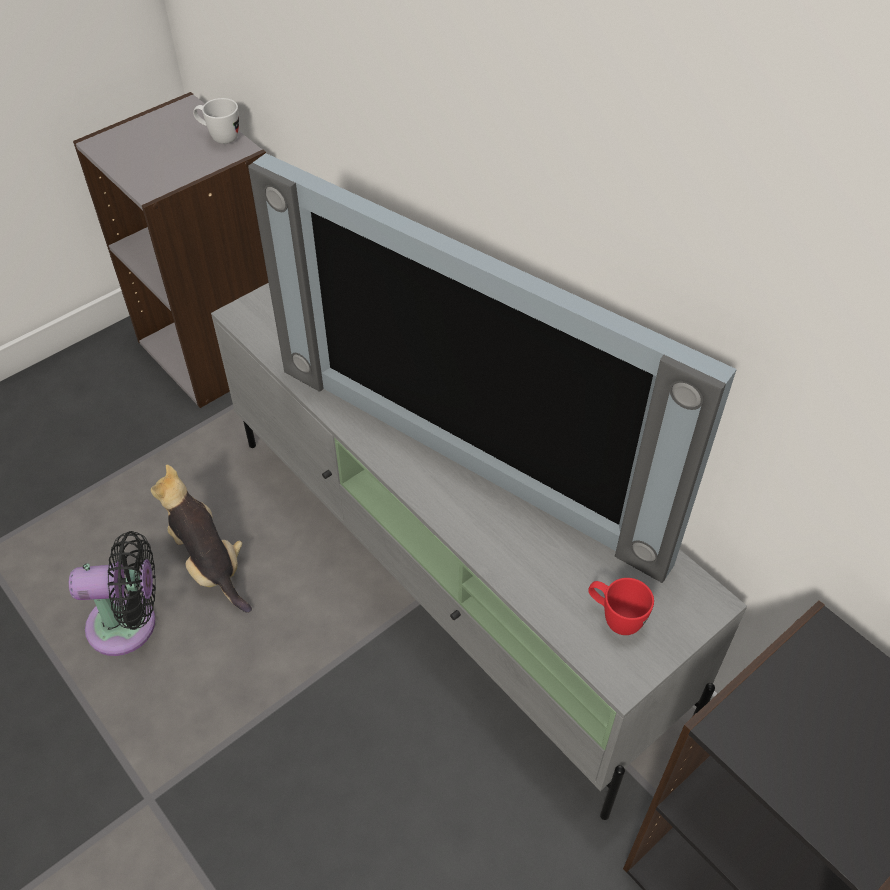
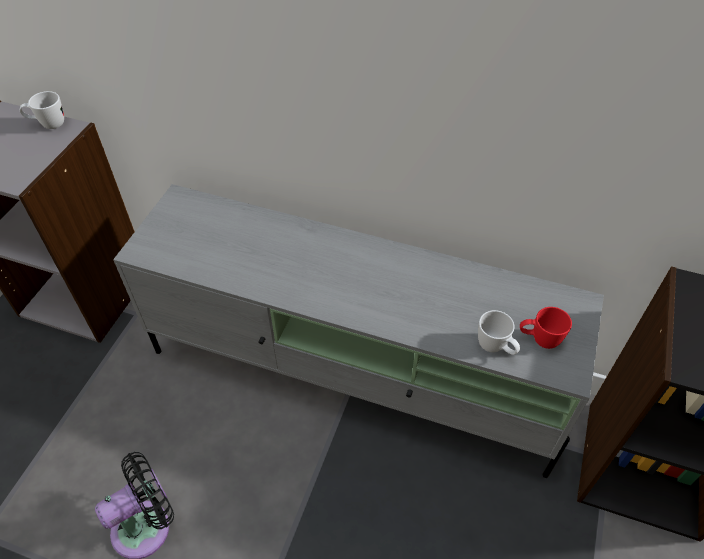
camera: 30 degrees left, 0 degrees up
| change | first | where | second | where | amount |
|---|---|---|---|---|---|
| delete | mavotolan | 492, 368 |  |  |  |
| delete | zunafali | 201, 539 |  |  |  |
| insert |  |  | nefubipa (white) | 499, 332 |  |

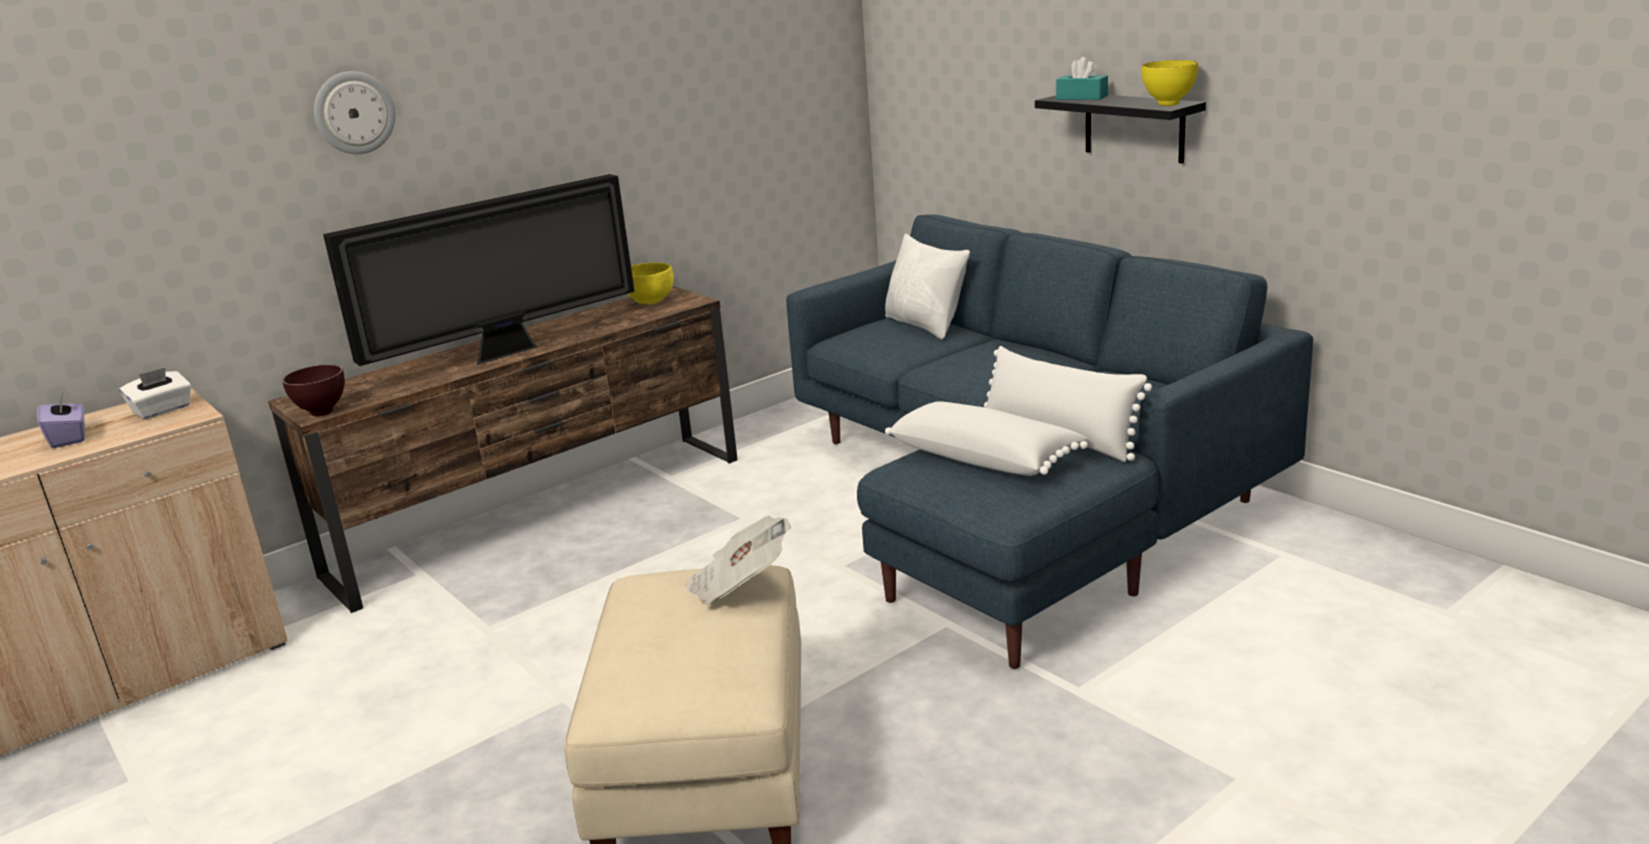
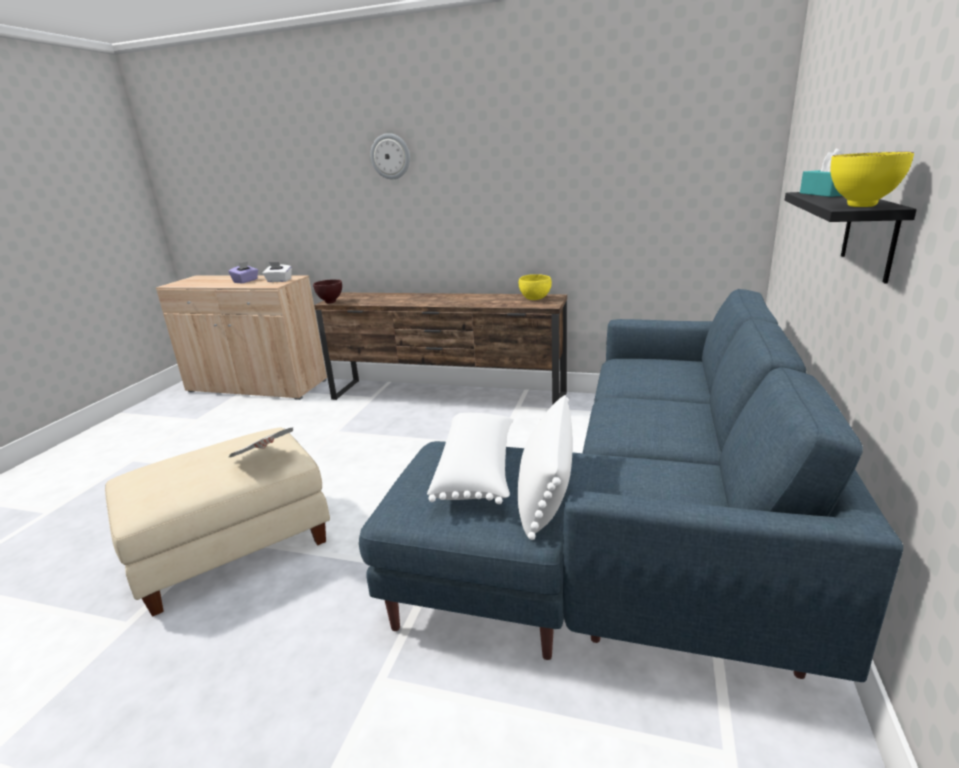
camera: 55 degrees right, 0 degrees up
| change | first | where | second | where | amount |
|---|---|---|---|---|---|
| delete | mavotolan | 479, 270 |  |  |  |
| delete | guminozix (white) | 927, 287 |  |  |  |

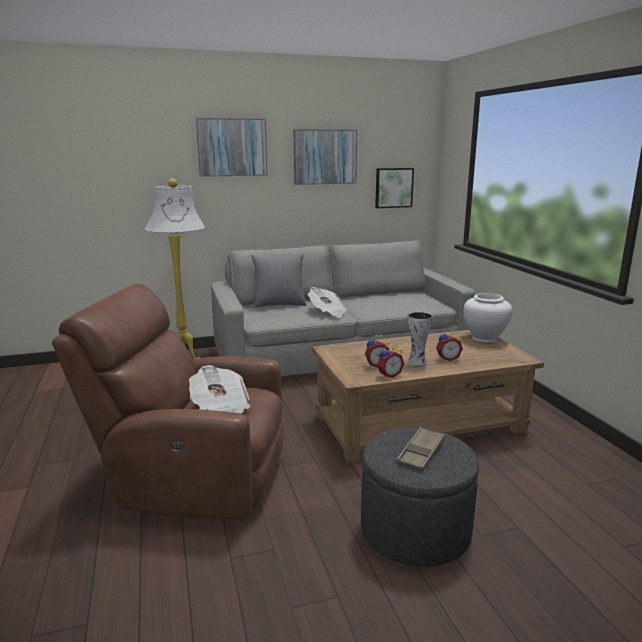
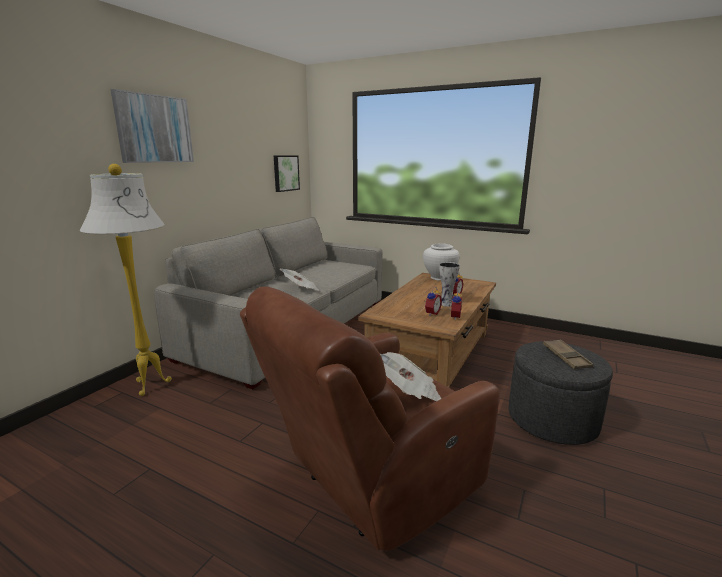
camera: 45 degrees left, 0 degrees up
| change | first | where | second | where | amount |
|---|---|---|---|---|---|
| delete | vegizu | 325, 157 |  |  |  |
| delete | guminozix (grey) | 278, 281 |  |  |  |

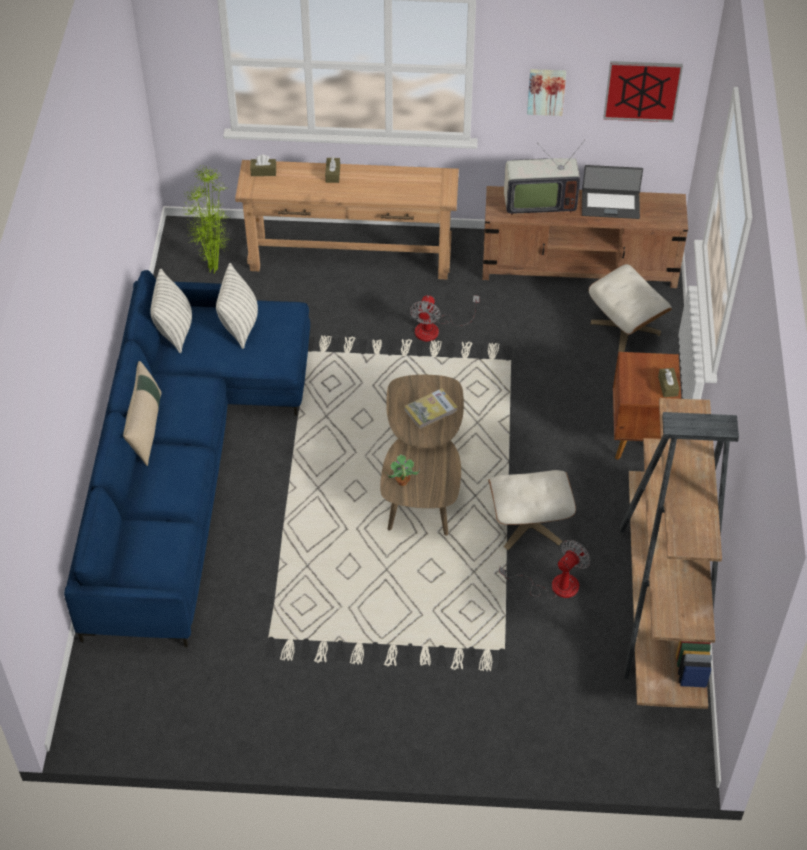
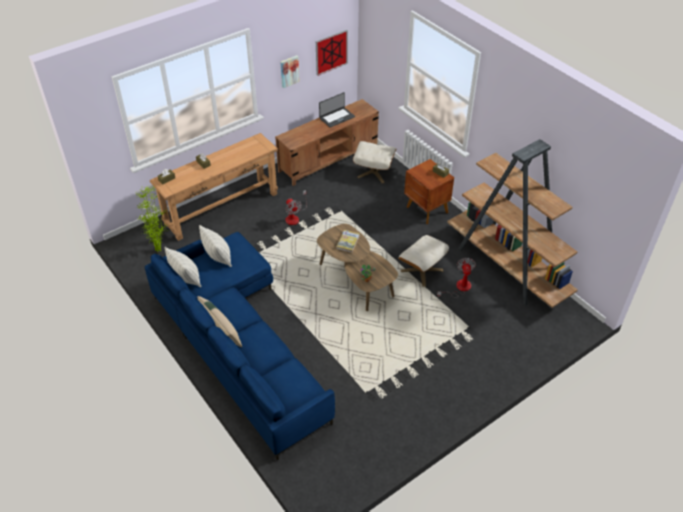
camera: 40 degrees left, 5 degrees down
| change | first | where | second | where | amount |
|---|---|---|---|---|---|
| delete | mavotolan | 544, 177 |  |  |  |

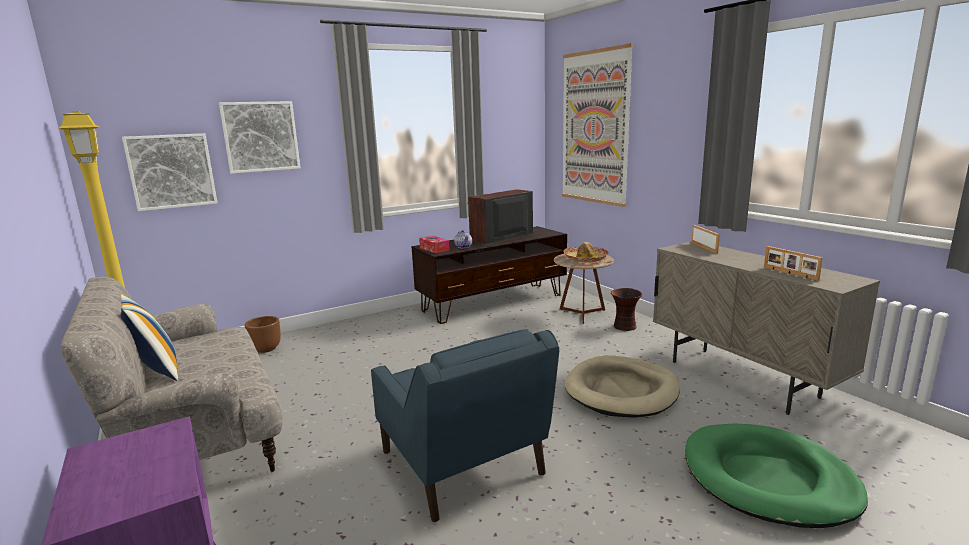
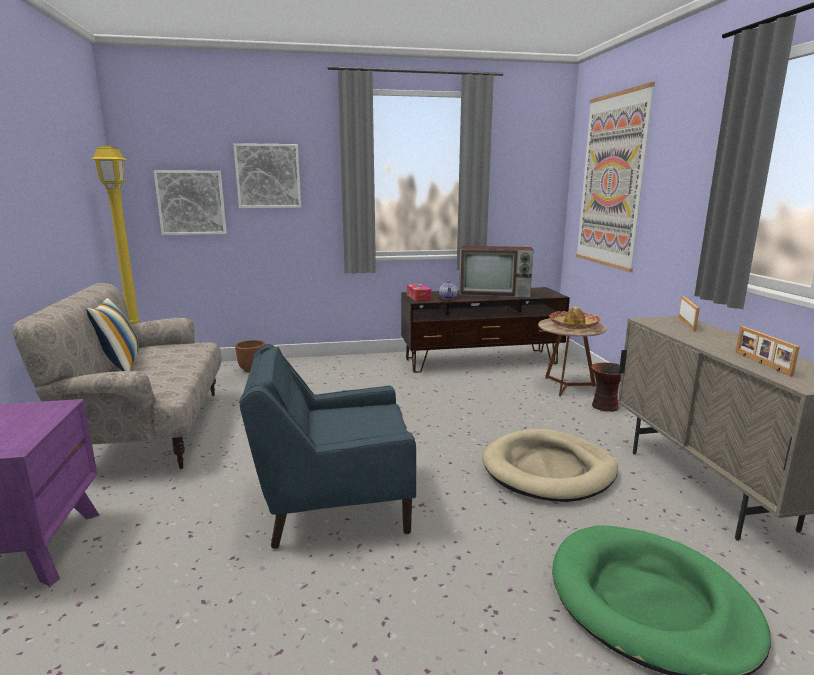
camera: 20 degrees right, 0 degrees up
| change | first | where | second | where | amount |
|---|---|---|---|---|---|
| rotate | mavotolan | 500, 217 |  | 496, 272 | 150 degrees counterclockwise |
| rotate | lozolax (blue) | 465, 425 |  | 327, 446 | 90 degrees clockwise |

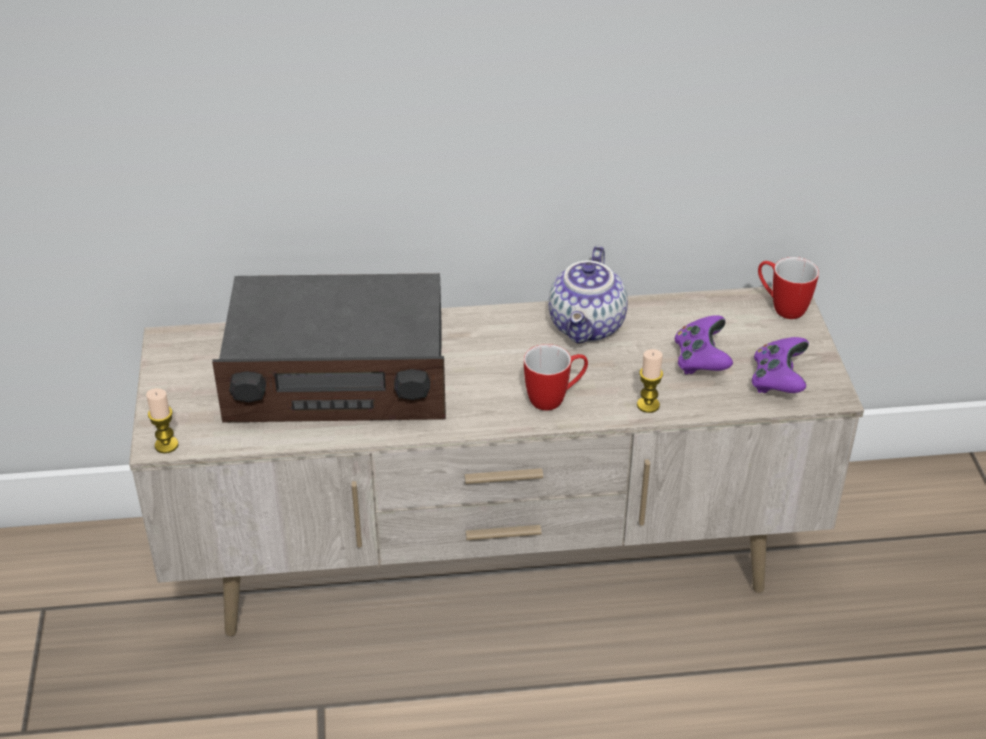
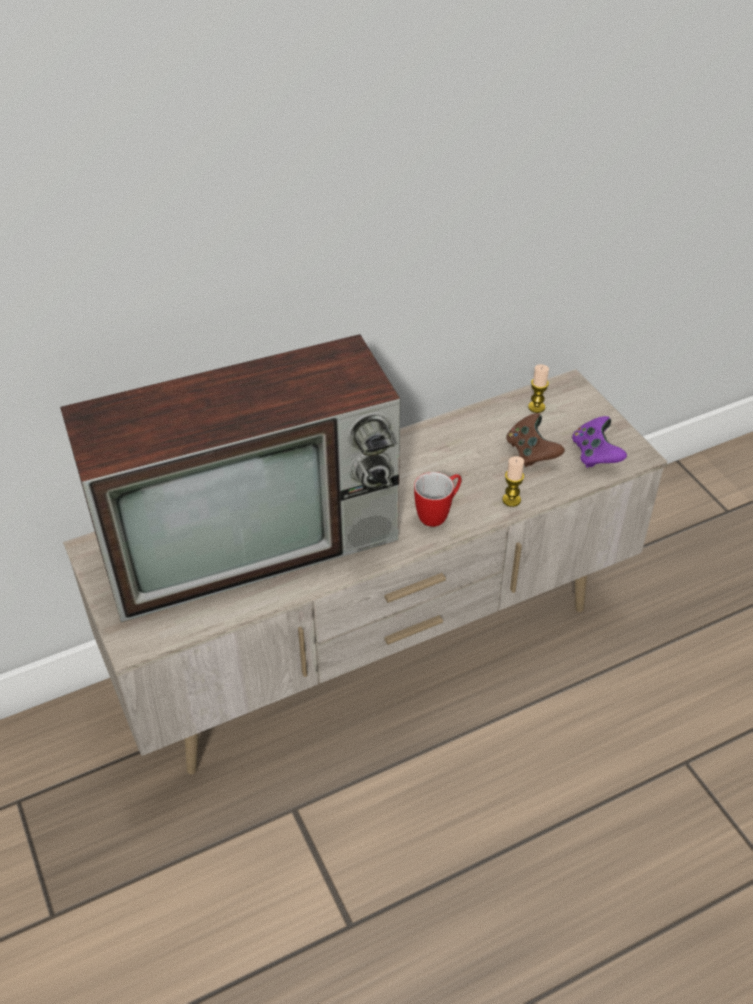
camera: 20 degrees left, 5 degrees up
| change | first | where | second | where | amount |
|---|---|---|---|---|---|
| delete | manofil | 588, 294 |  |  |  |
| delete | nefubipa | 788, 288 |  |  |  |
| replace | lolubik | 329, 348 | mavotolan | 230, 478 |  |
| recolor | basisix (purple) | 704, 345 | basisix (brown) | 535, 440 |  |
| move | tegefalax | 162, 420 |  | 538, 388 |  |

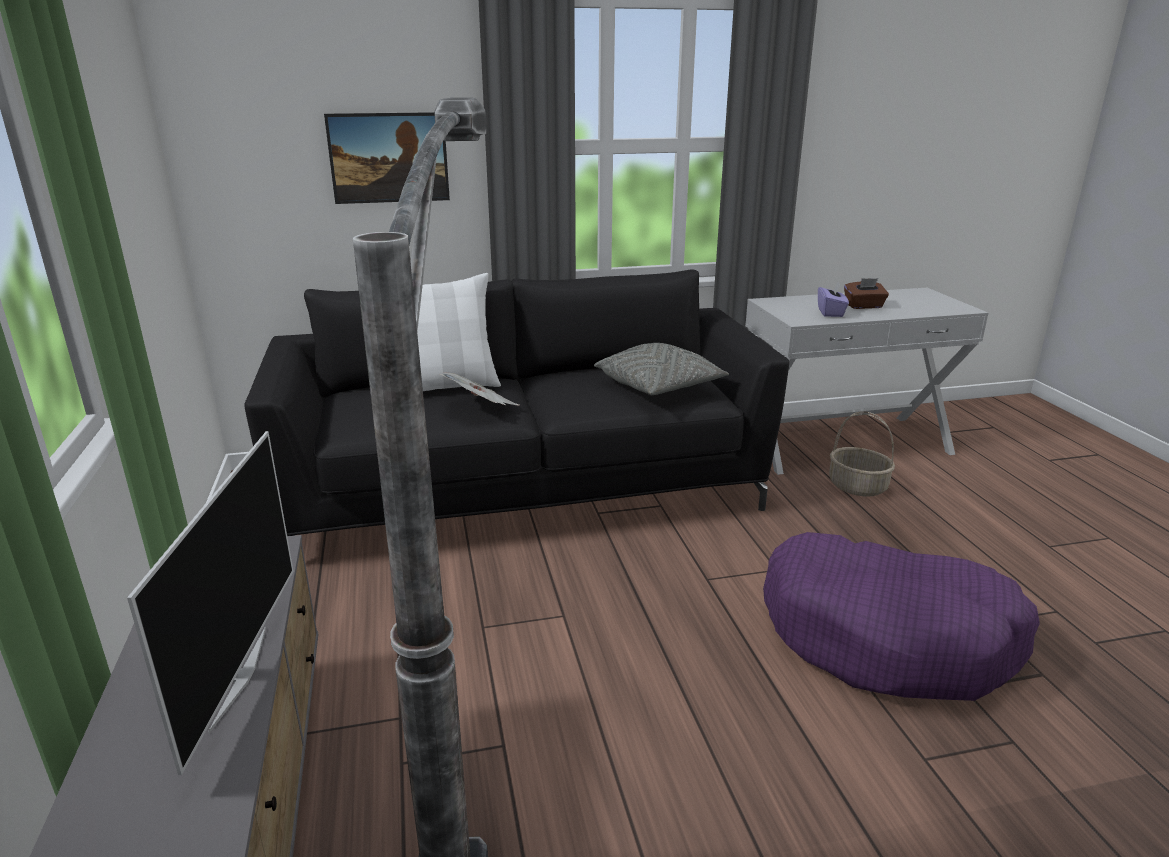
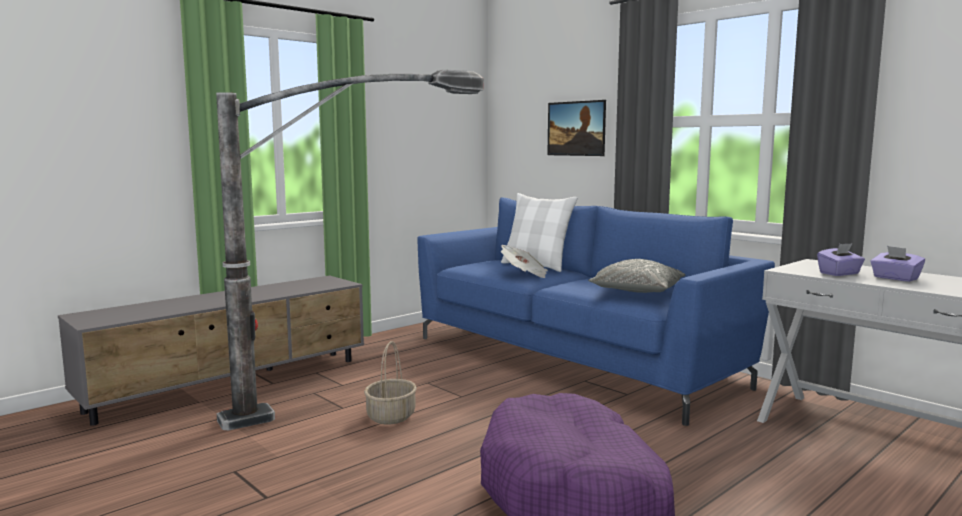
camera: 60 degrees right, 15 degrees down
| change | first | where | second | where | amount |
|---|---|---|---|---|---|
| recolor | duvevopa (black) | 516, 402 | duvevopa (blue) | 596, 311 |  |
| recolor | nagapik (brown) | 866, 293 | nagapik (purple) | 897, 264 |  |
| move | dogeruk | 862, 453 |  | 390, 382 |  |
| delete | mavotolan | 210, 603 |  |  |  |

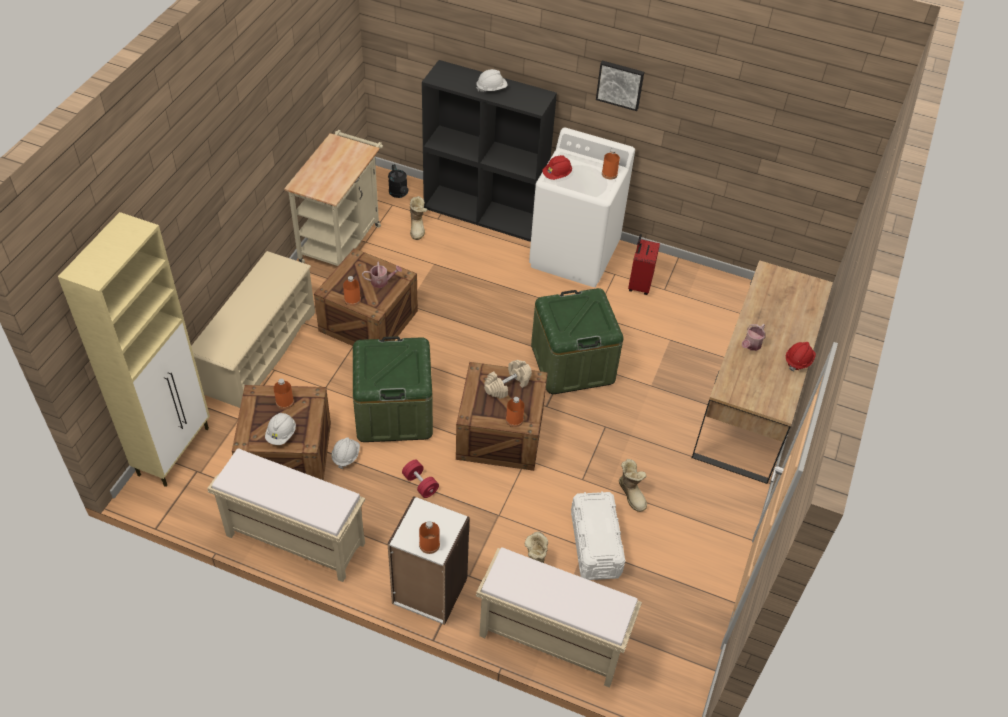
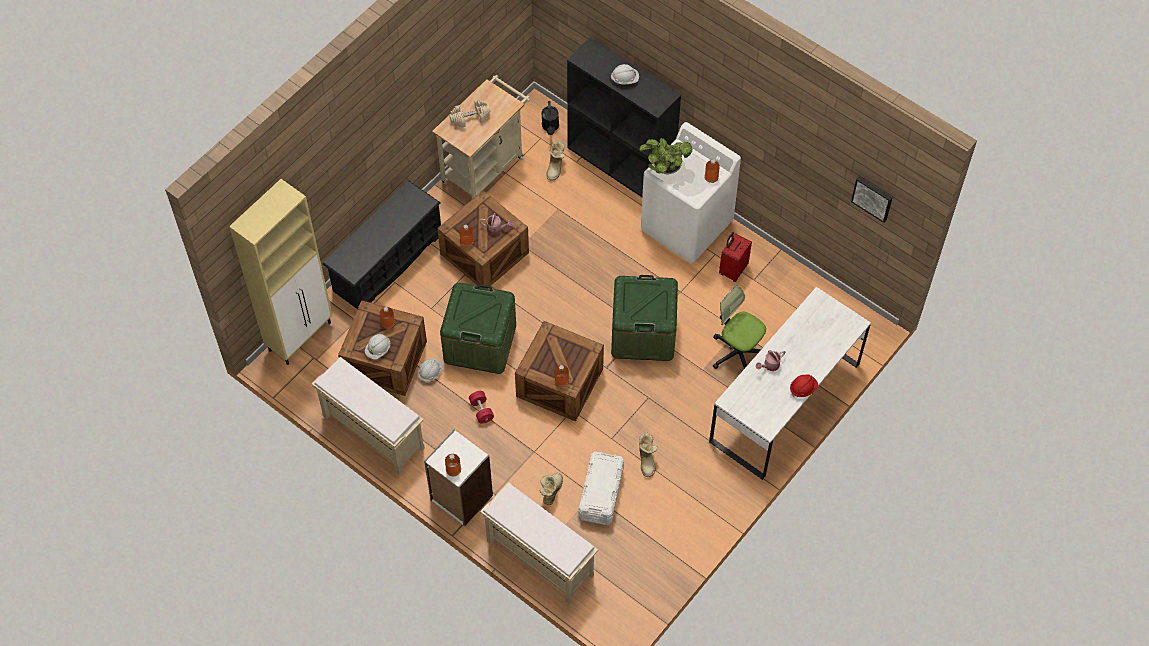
camera: 20 degrees right, 10 degrees up
| change | first | where | second | where | amount |
|---|---|---|---|---|---|
| move | vegizu | 620, 86 |  | 872, 199 |  |
| replace | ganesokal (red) | 557, 167 | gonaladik | 665, 156 |  |
| recolor | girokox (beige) | 253, 329 | girokox (black) | 381, 245 |  |
| recolor | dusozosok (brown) | 762, 372 | dusozosok (white) | 790, 383 |  |
| move | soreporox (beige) | 508, 379 |  | 469, 113 |  |
| insert |  |  | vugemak | 739, 327 |  |

